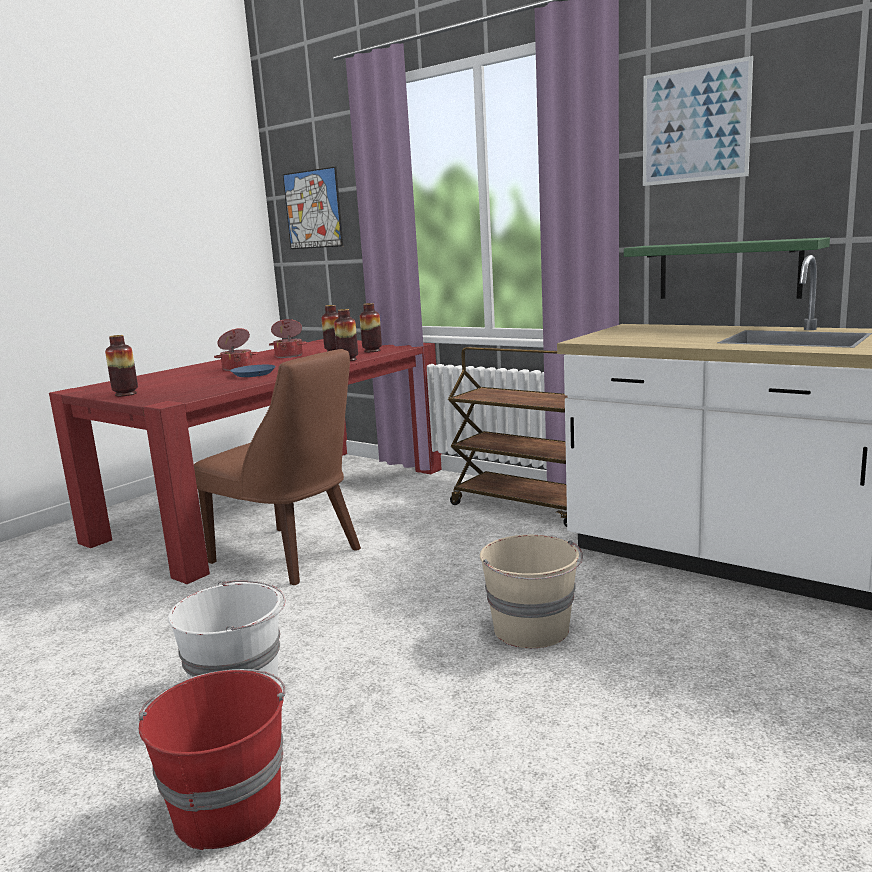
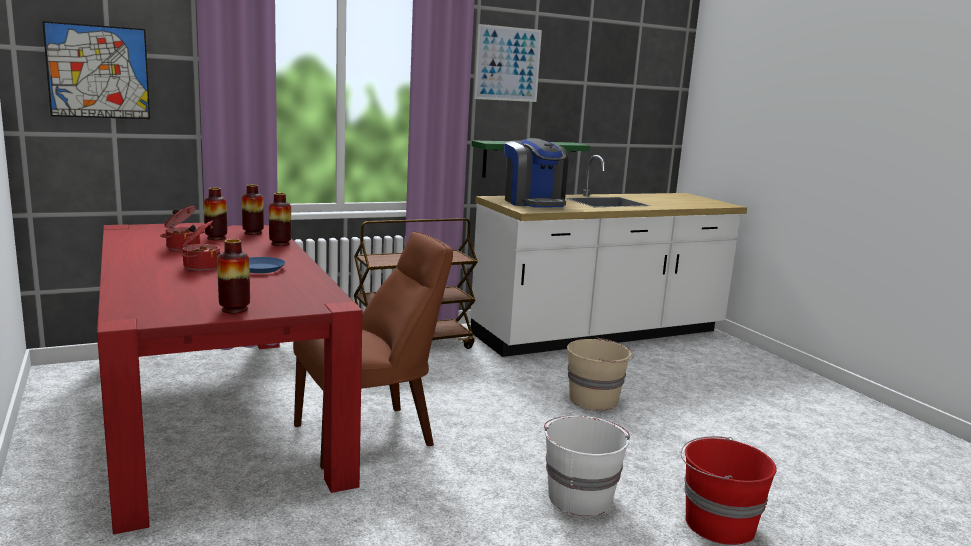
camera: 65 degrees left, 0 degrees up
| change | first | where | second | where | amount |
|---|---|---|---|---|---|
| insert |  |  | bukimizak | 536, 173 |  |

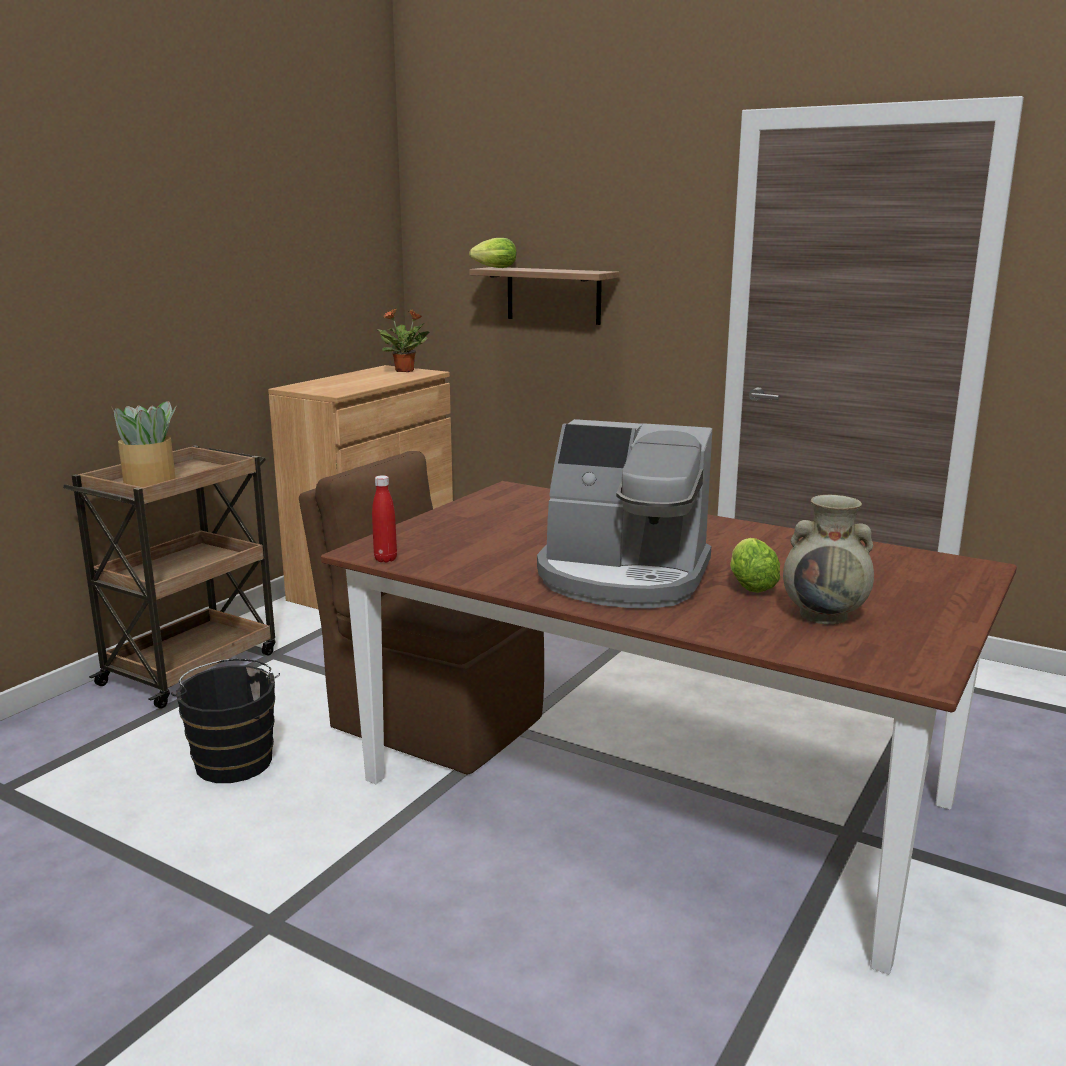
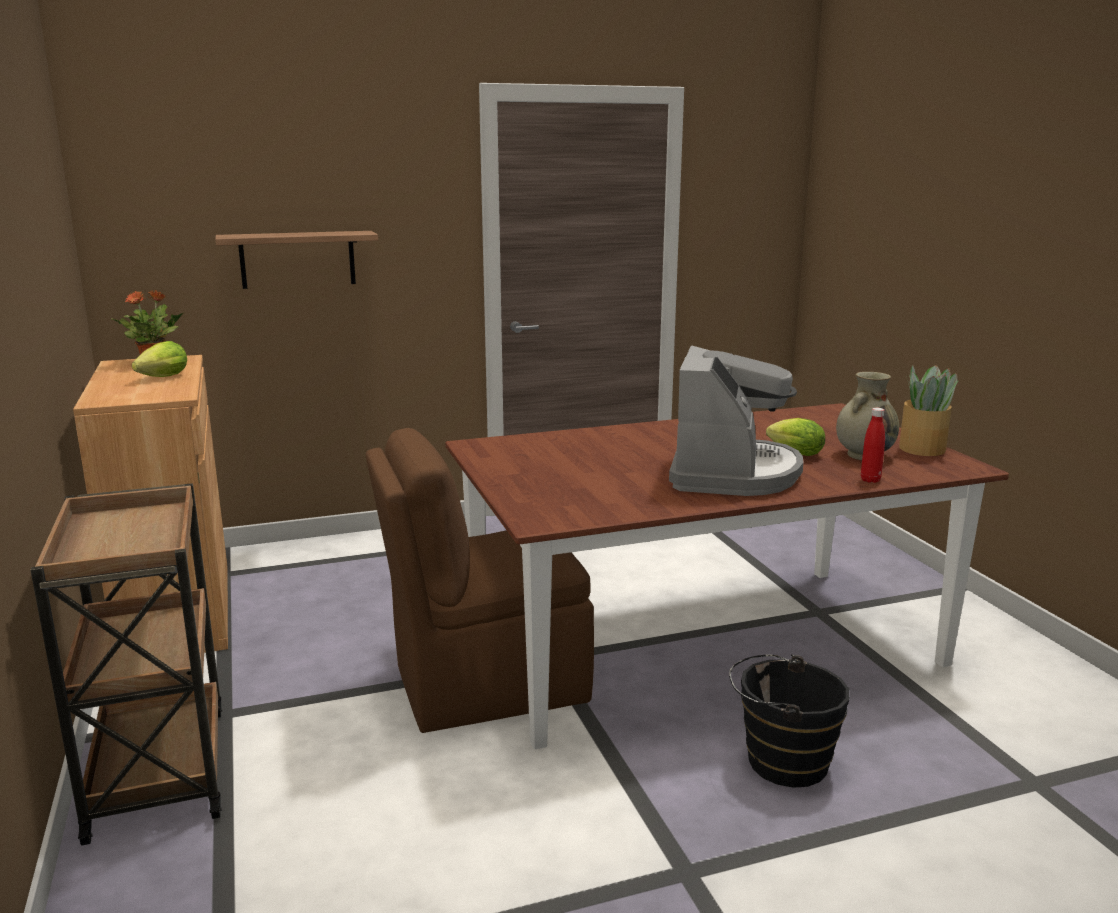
camera: 50 degrees left, 0 degrees up
| change | first | where | second | where | amount |
|---|---|---|---|---|---|
| move | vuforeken | 492, 253 |  | 159, 359 |  |
| move | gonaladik | 144, 444 |  | 929, 410 |  |
| rotate | bukimizak | 624, 514 |  | 736, 421 | 45 degrees counterclockwise |
| move | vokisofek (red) | 384, 519 |  | 873, 445 |  |
| move | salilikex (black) | 225, 721 |  | 789, 721 |  |

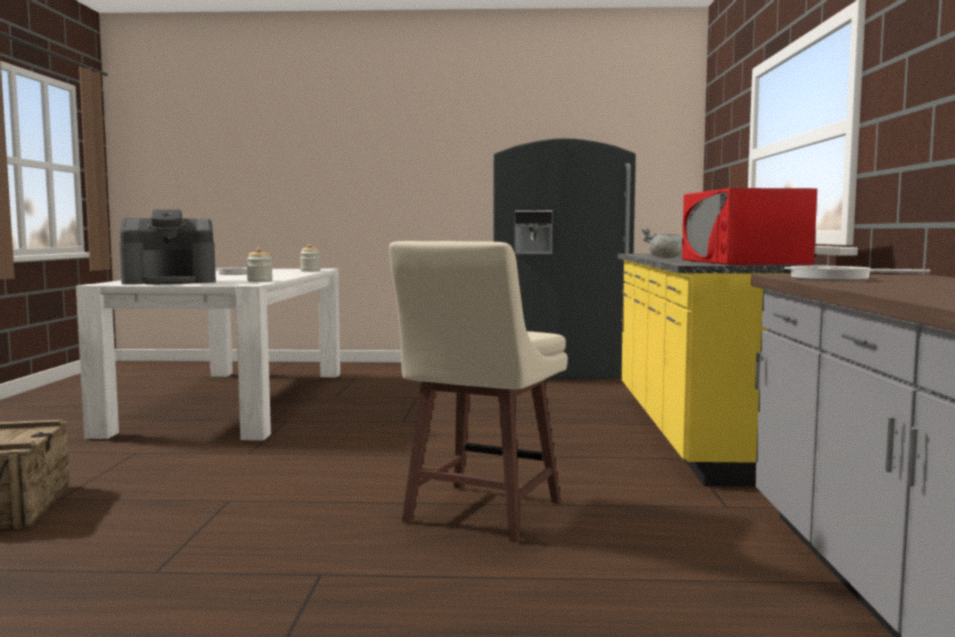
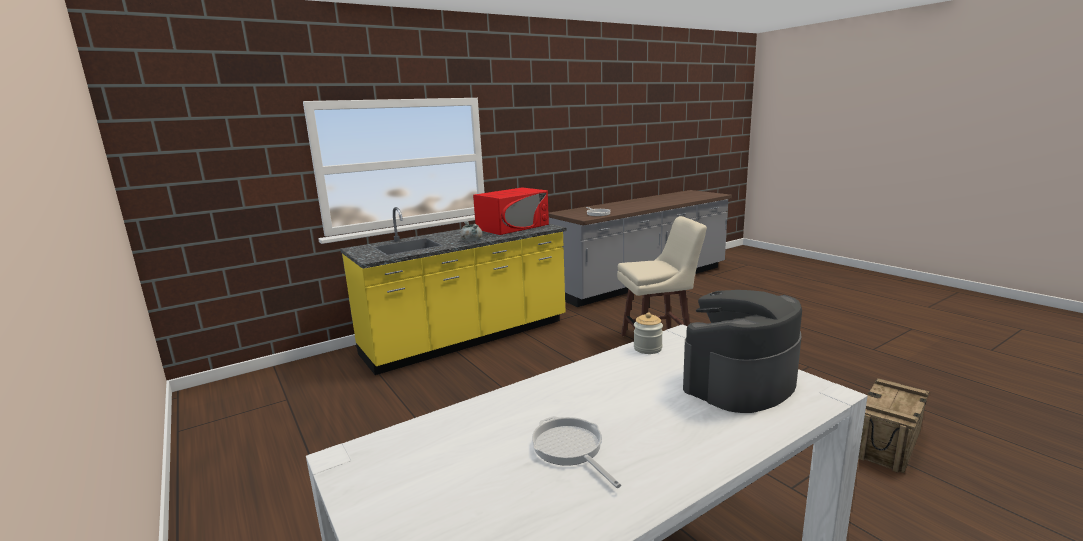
camera: 125 degrees left, 10 degrees up
| change | first | where | second | where | amount |
|---|---|---|---|---|---|
| delete | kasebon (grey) | 564, 258 |  |  |  |
| rotate | bukimizak | 167, 247 |  | 742, 351 | 75 degrees counterclockwise |
| delete | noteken | 310, 258 |  |  |  |

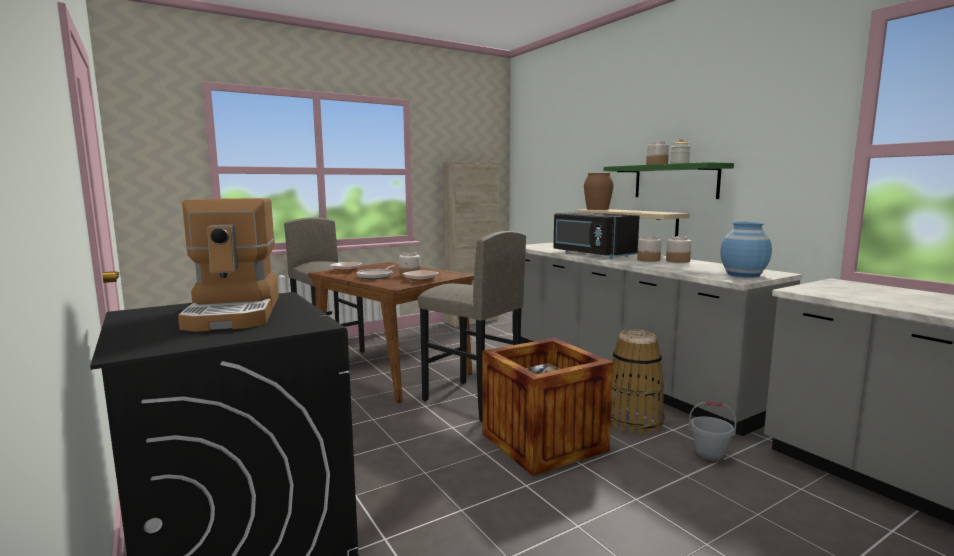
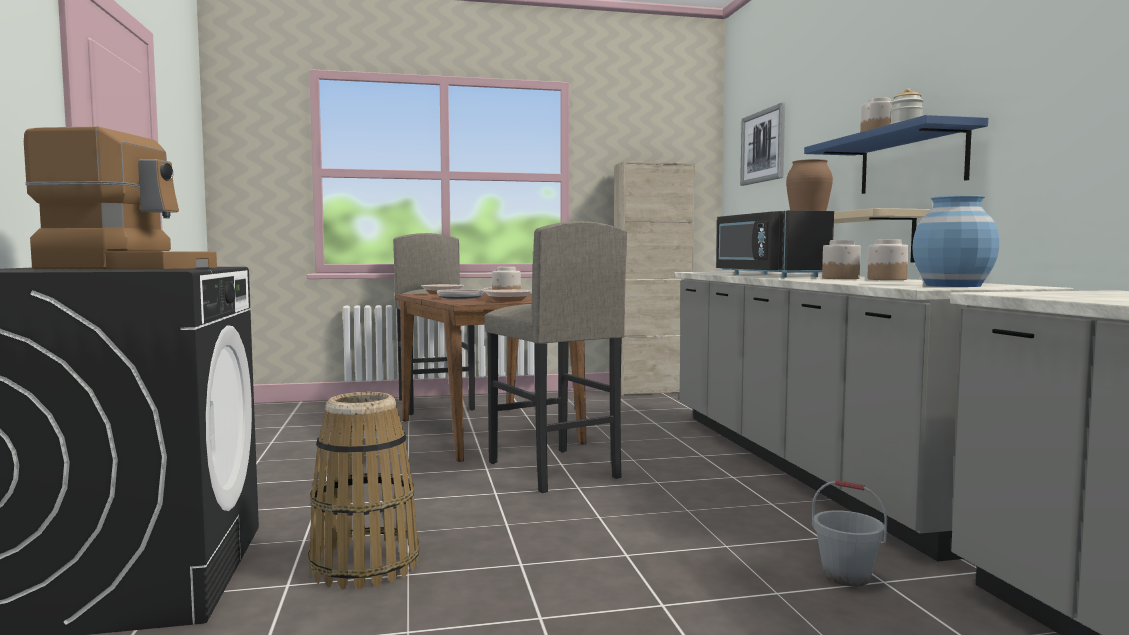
camera: 20 degrees right, 5 degrees down
| change | first | where | second | where | amount |
|---|---|---|---|---|---|
| recolor | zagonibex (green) | 669, 180 | zagonibex (blue) | 896, 154 |  |
| rotate | bukimizak | 228, 265 |  | 120, 197 | 90 degrees counterclockwise |
| move | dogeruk | 637, 381 |  | 363, 490 |  |
| delete | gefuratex | 547, 407 |  |  |  |
| insert |  |  | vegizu | 762, 144 |  |

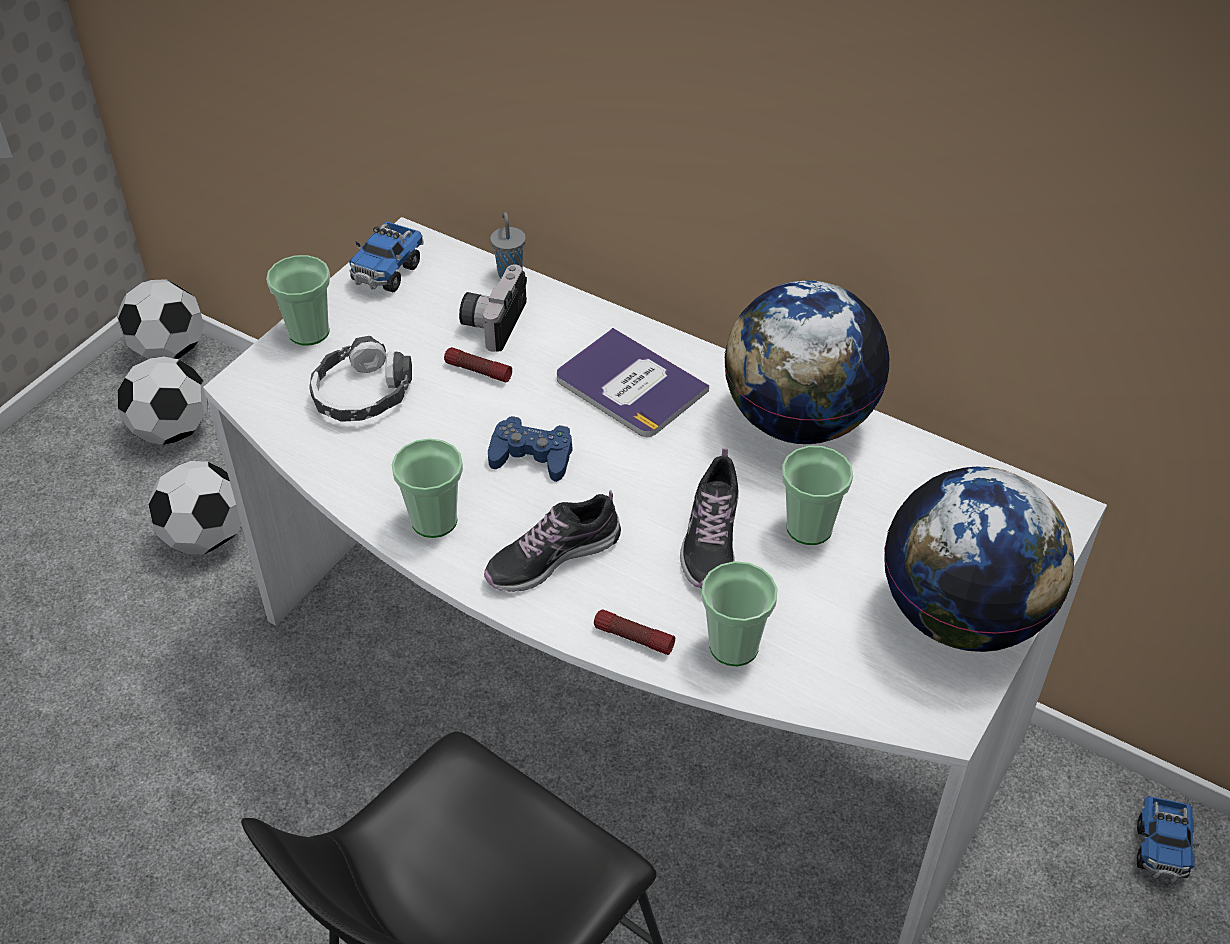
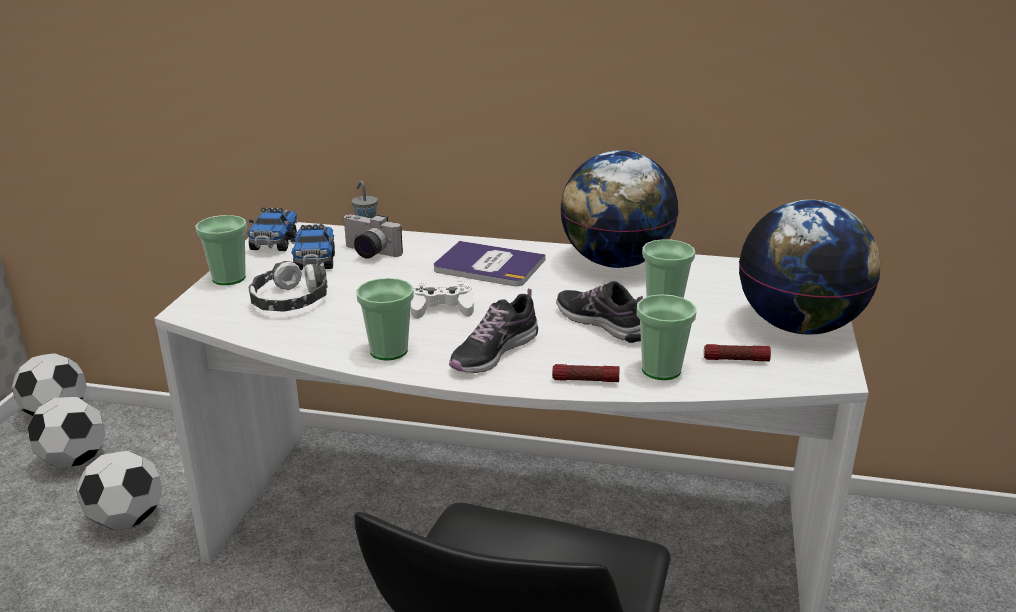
camera: 20 degrees left, 20 degrees down
| change | first | where | second | where | amount |
|---|---|---|---|---|---|
| rotate | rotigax | 493, 308 |  | 372, 237 | 60 degrees counterclockwise |
| move | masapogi | 478, 365 |  | 737, 352 |  |
| recolor | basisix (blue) | 530, 449 | basisix (white) | 442, 300 |  |
| rotate | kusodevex | 709, 518 |  | 599, 312 | 150 degrees clockwise |
| move | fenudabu | 1168, 839 |  | 312, 247 |  |

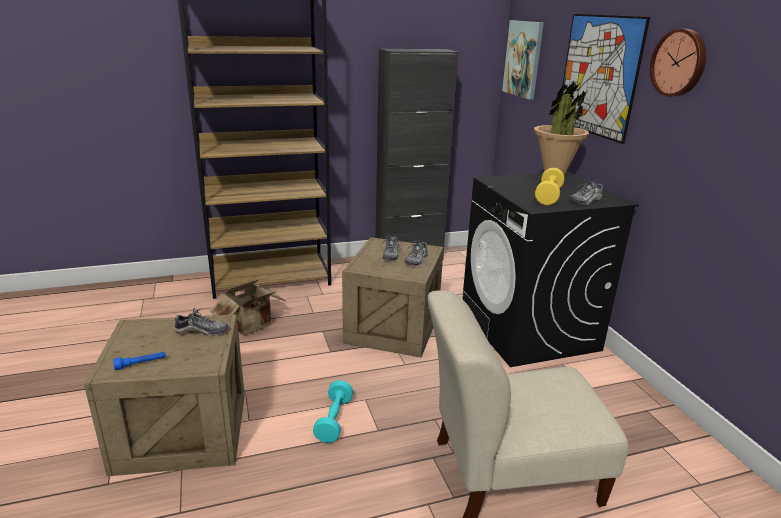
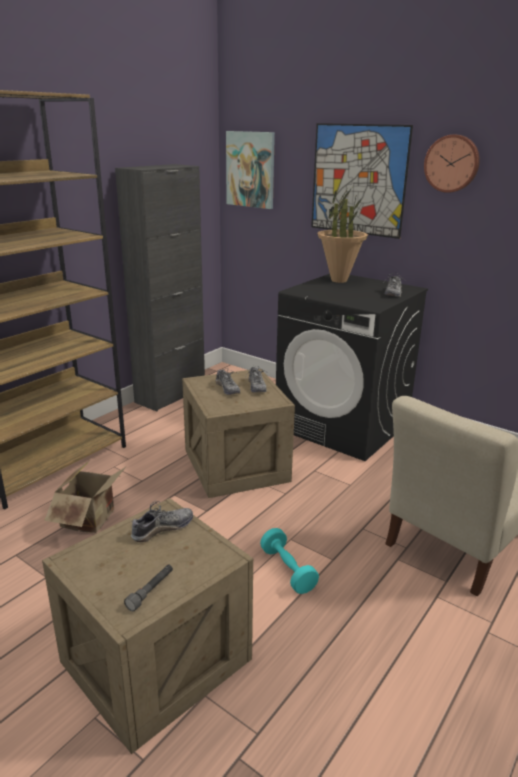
camera: 35 degrees left, 0 degrees up
| change | first | where | second | where | amount |
|---|---|---|---|---|---|
| delete | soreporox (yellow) | 550, 186 |  |  |  |
| recolor | masapogi (blue) | 139, 361 | masapogi (grey) | 148, 587 |  |

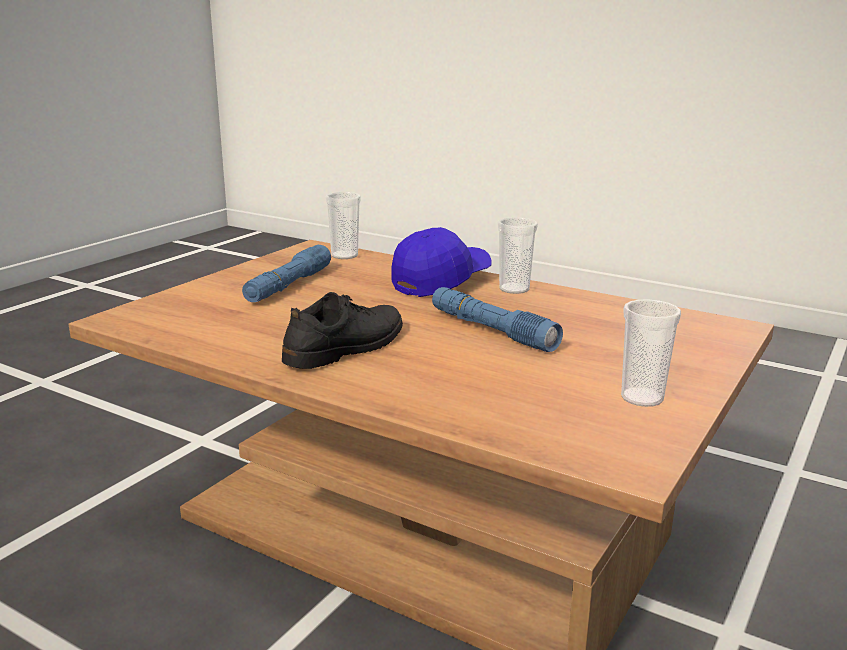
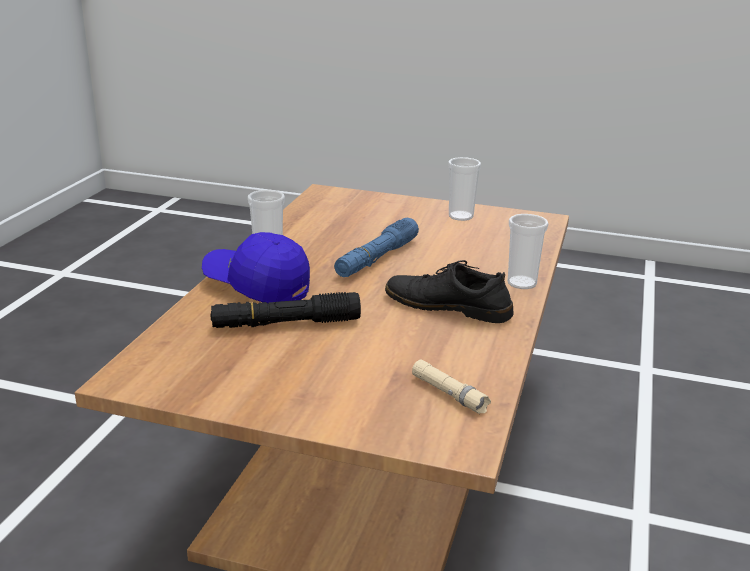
camera: 105 degrees left, 5 degrees up
| change | first | where | second | where | amount |
|---|---|---|---|---|---|
| move | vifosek | 343, 225 |  | 527, 251 |  |
| delete | masapogi (blue) | 286, 273 |  |  |  |
| insert |  |  | masapogi (black) | 285, 310 |  |
| insert |  |  | masapogi (beige) | 451, 387 |  |

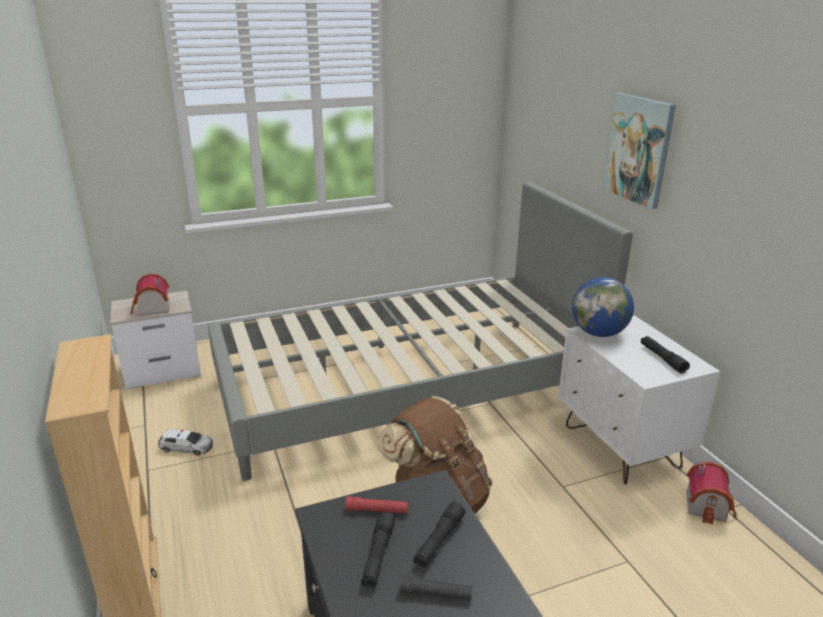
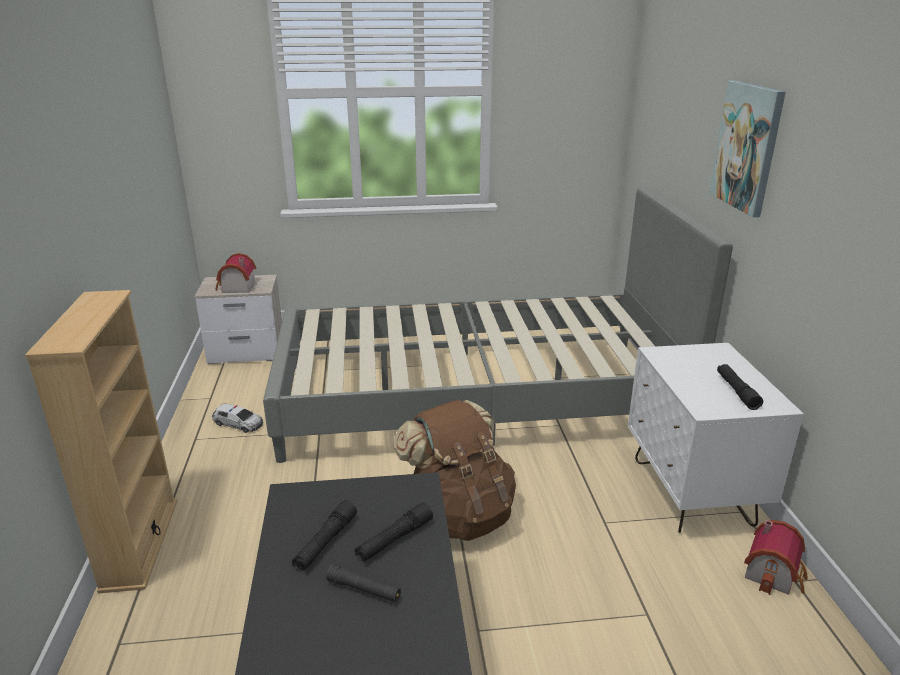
camera: 15 degrees right, 0 degrees up
| change | first | where | second | where | amount |
|---|---|---|---|---|---|
| delete | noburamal | 603, 307 |  |  |  |
| delete | masapogi (red) | 376, 505 |  |  |  |

